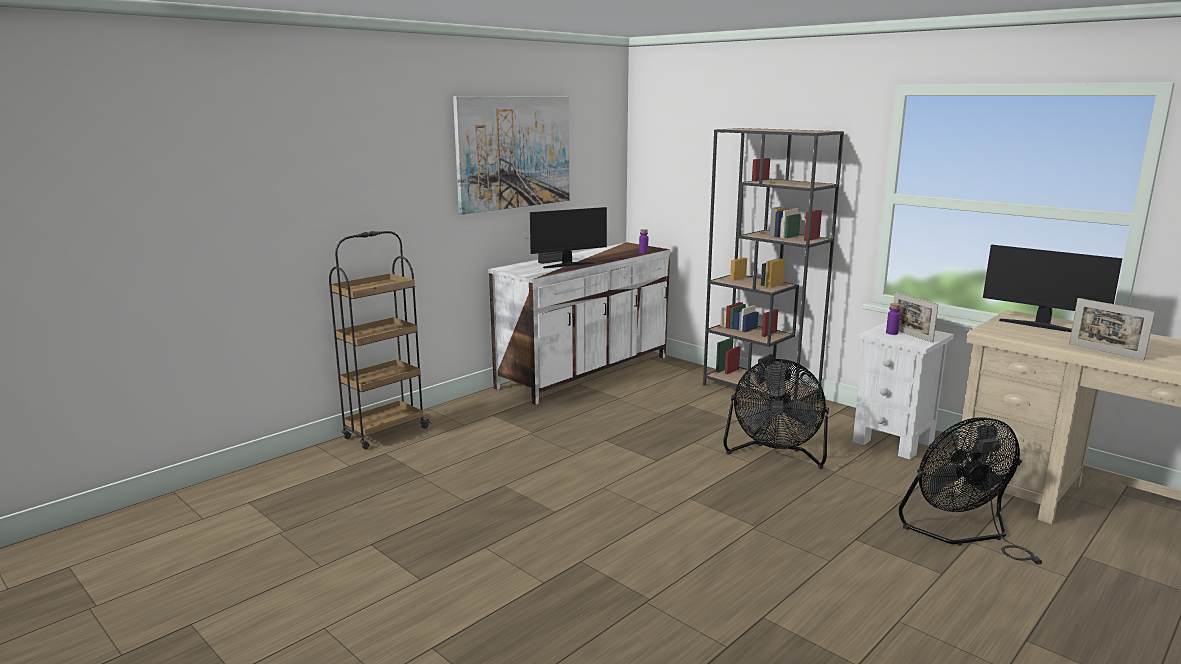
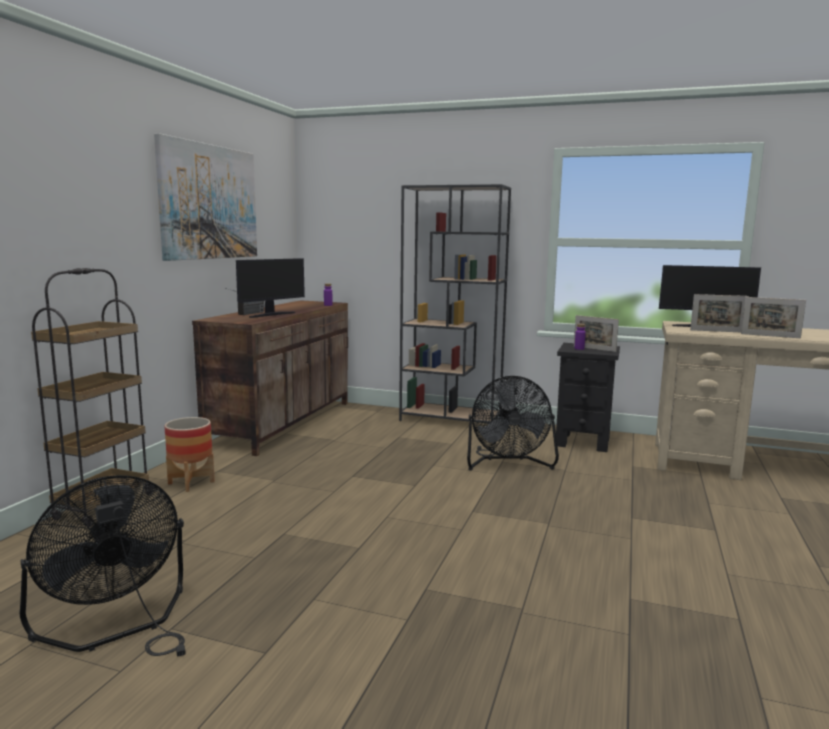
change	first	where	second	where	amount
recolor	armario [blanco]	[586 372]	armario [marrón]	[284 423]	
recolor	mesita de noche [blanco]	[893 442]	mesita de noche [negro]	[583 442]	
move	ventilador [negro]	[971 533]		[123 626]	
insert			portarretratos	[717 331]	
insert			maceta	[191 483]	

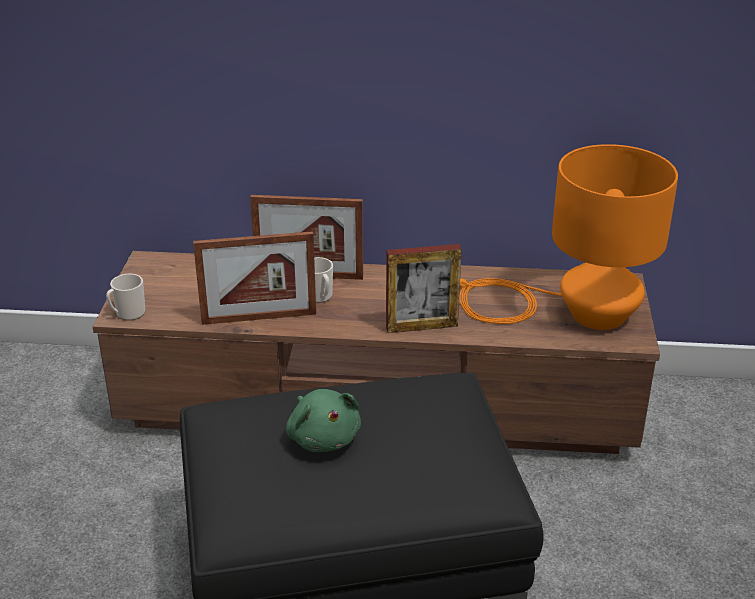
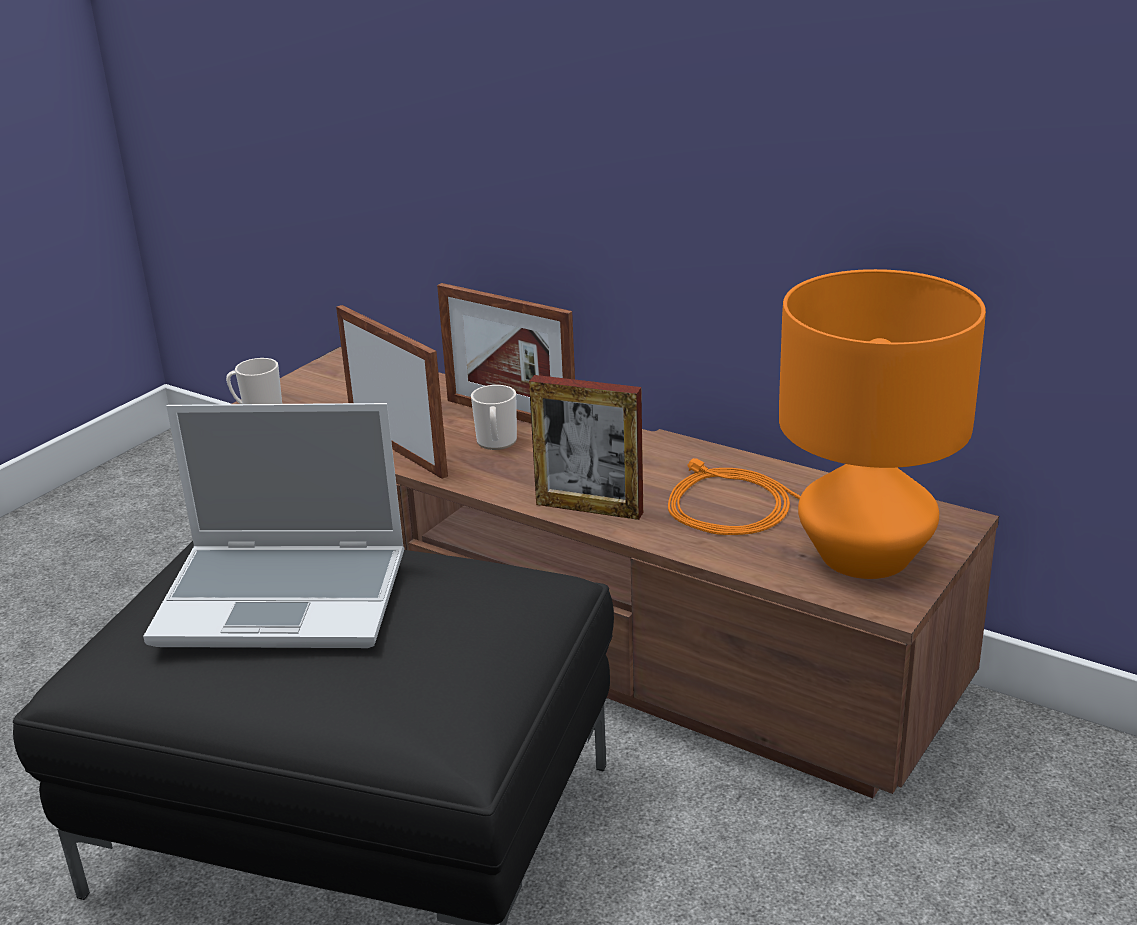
change	first	where	second	where	amount
rotate	portarretratos	[259 318]		[397 449]	150 degrees counterclockwise
replace	peluche [verde]	[323 437]	portátil	[286 598]	

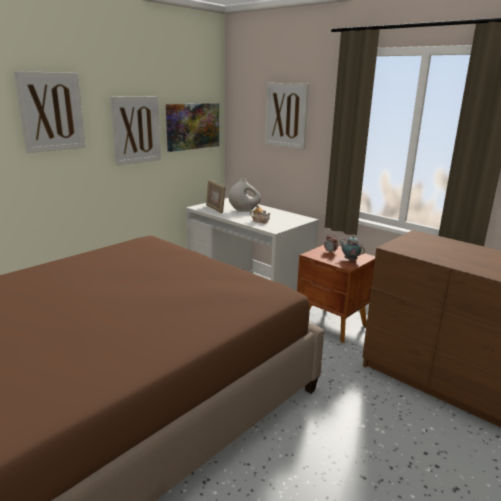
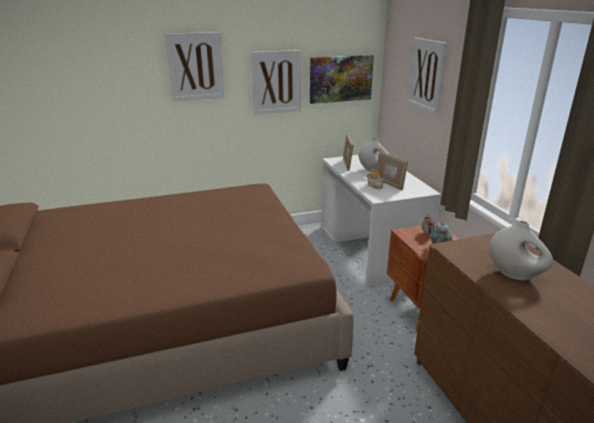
change	first	where	second	where	amount
insert			portarretratos	[389 184]	
insert			florero [blanco]	[515 274]	

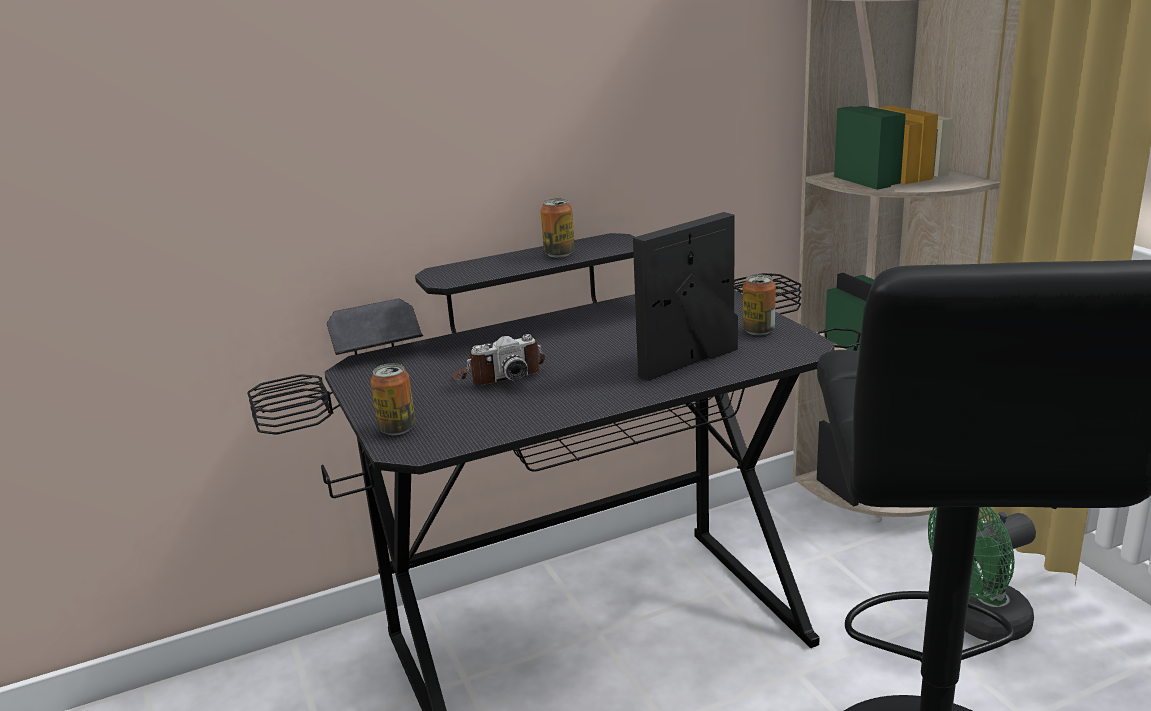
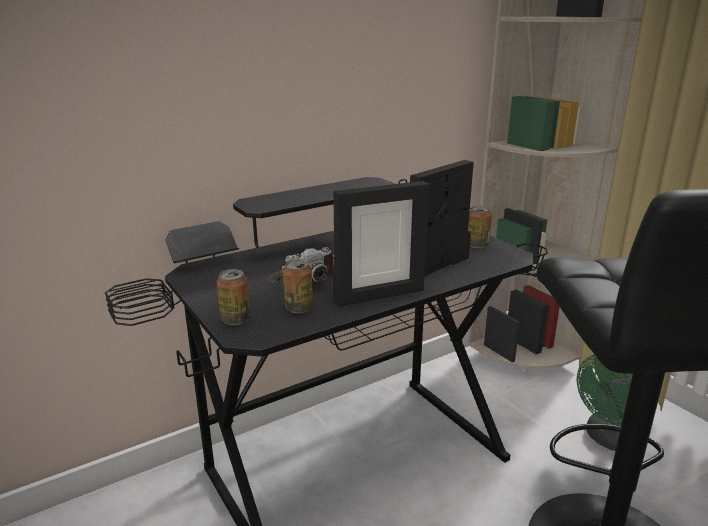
change	first	where	second	where	amount
move	lata	[559 254]		[298 308]	
insert			portarretratos	[379 295]	

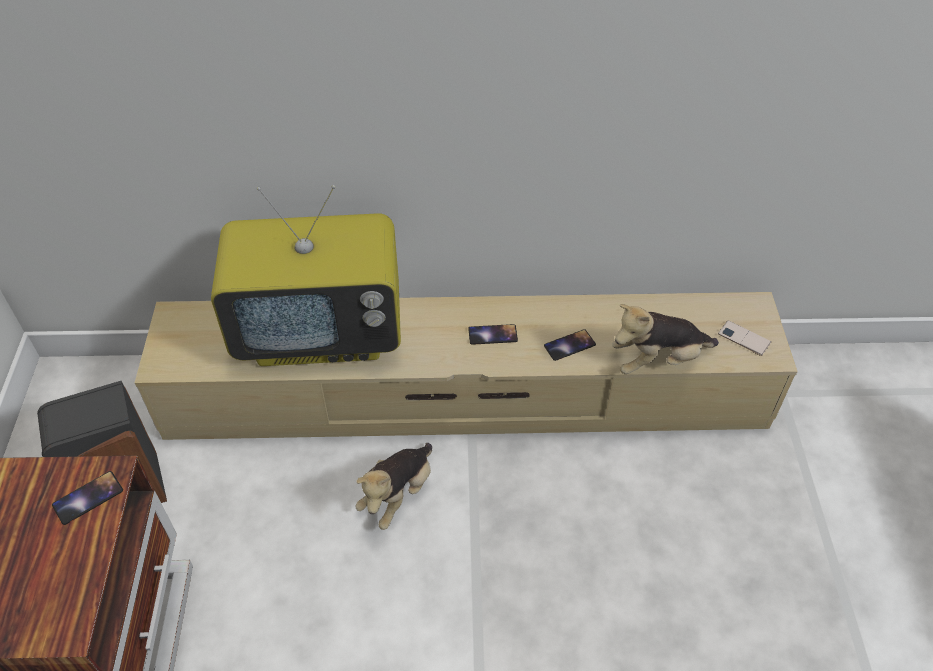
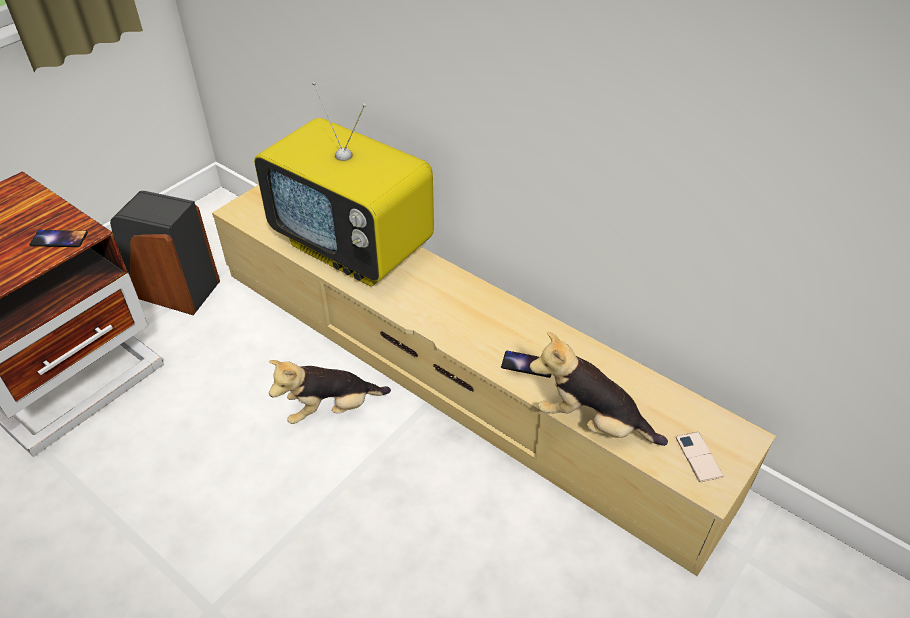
change	first	where	second	where	amount
delete	móvil	[492 334]			

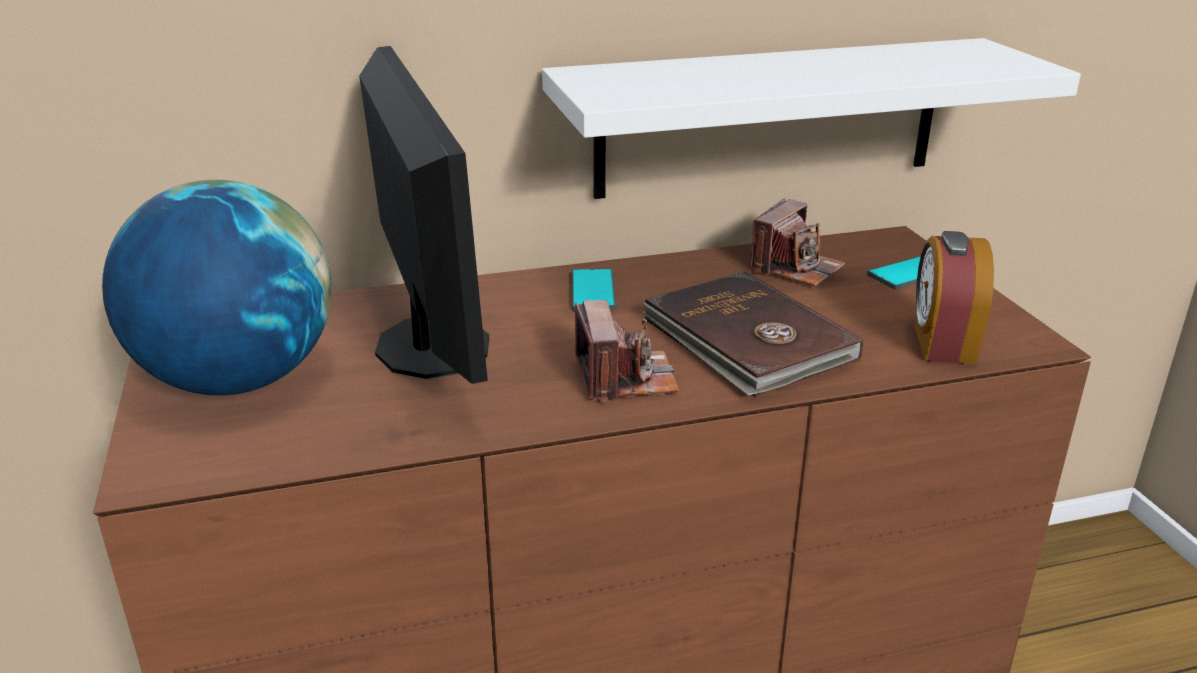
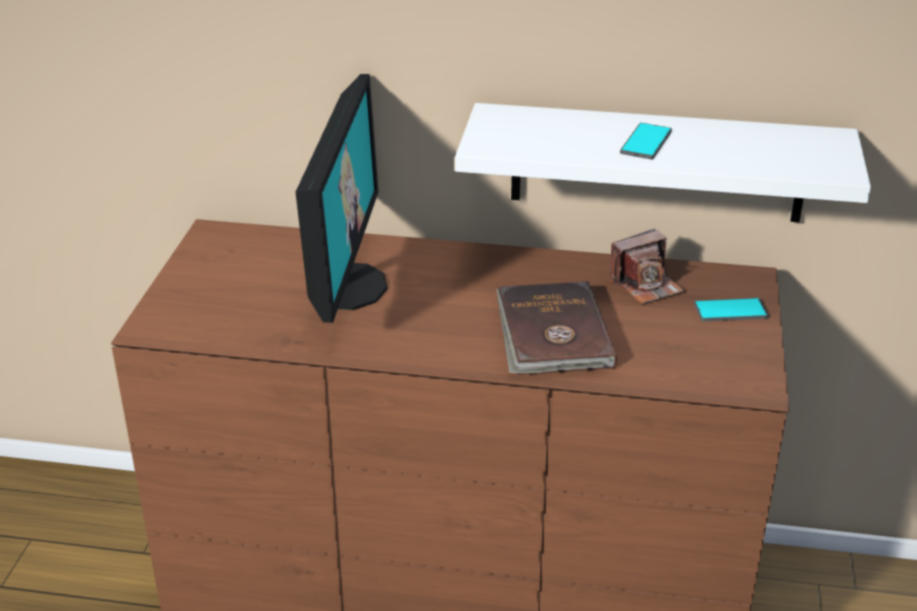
change	first	where	second	where	amount
delete	globo terráqueo	[238 380]			
delete	despertador	[941 344]			
move	móvil	[593 291]		[646 142]	
delete	cámara	[625 378]			

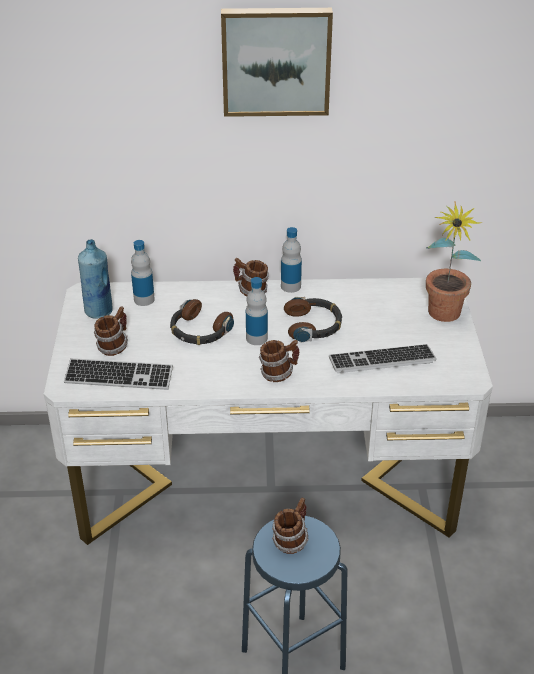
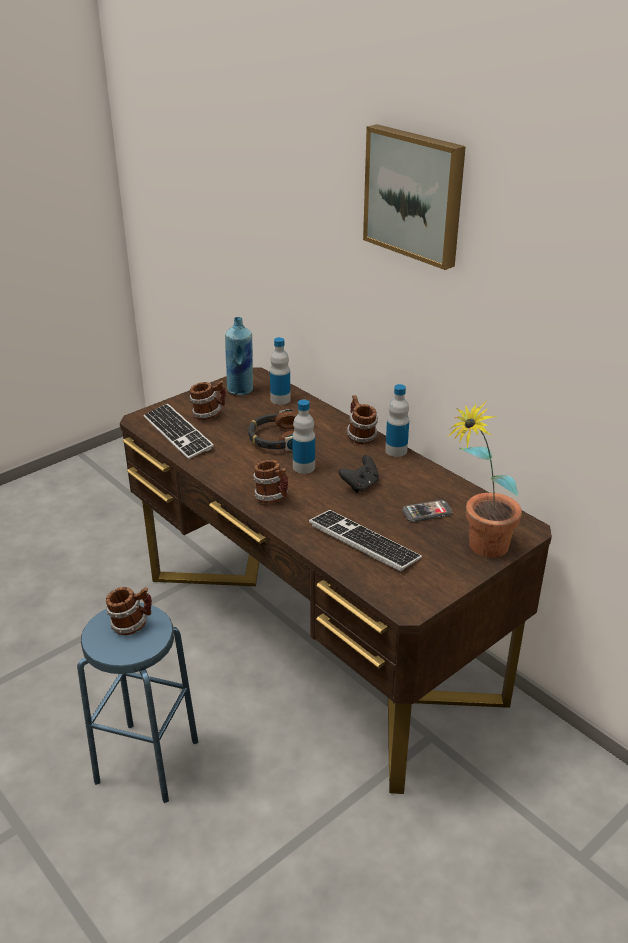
change	first	where	second	where	amount
recolor	escritorio [blanco]	[267 483]	escritorio [marrón]	[316 636]	
replace	auriculares	[313 325]	mando de consola [negro]	[360 485]	
insert			móvil	[427 512]	

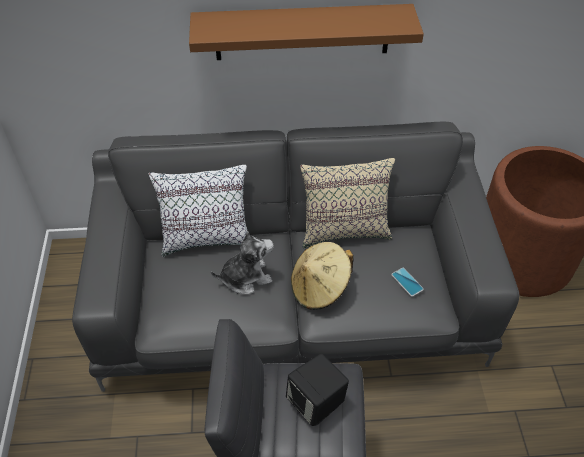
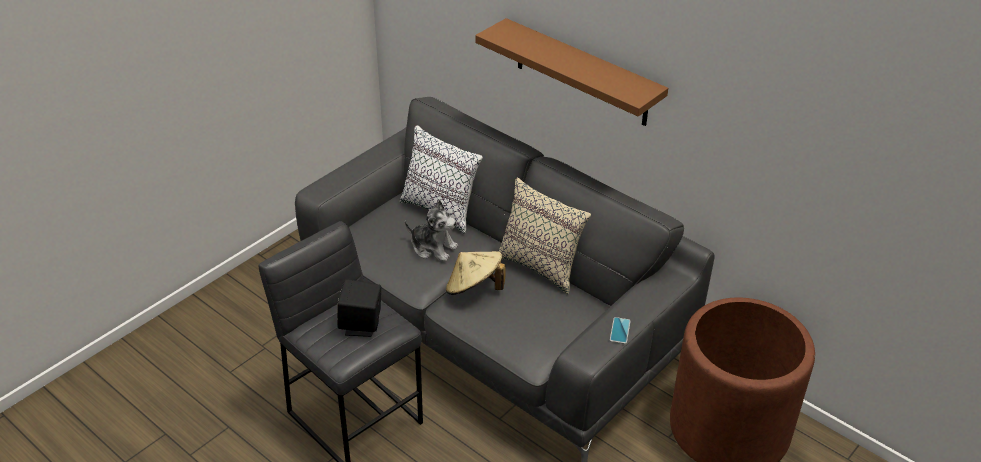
change	first	where	second	where	amount
move	móvil	[407 282]		[620 331]	

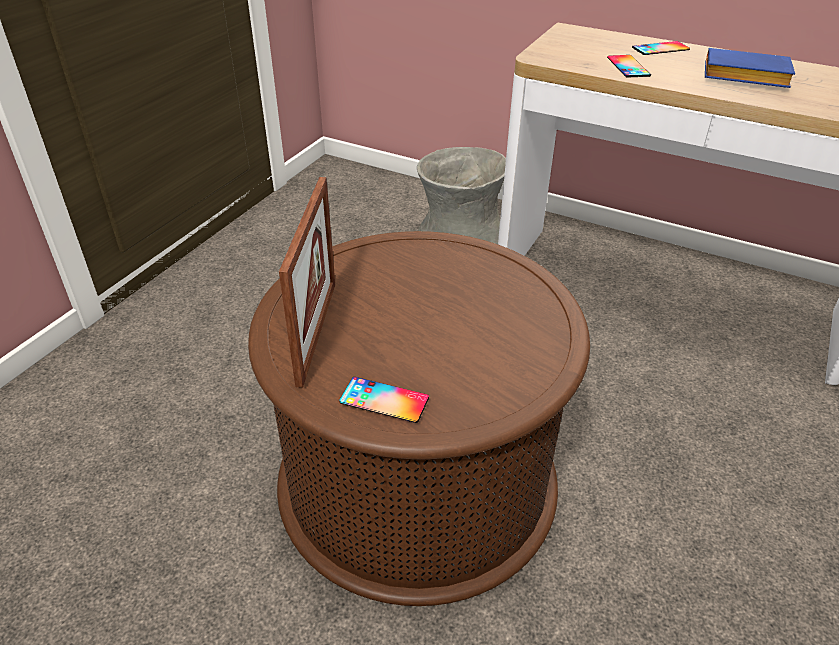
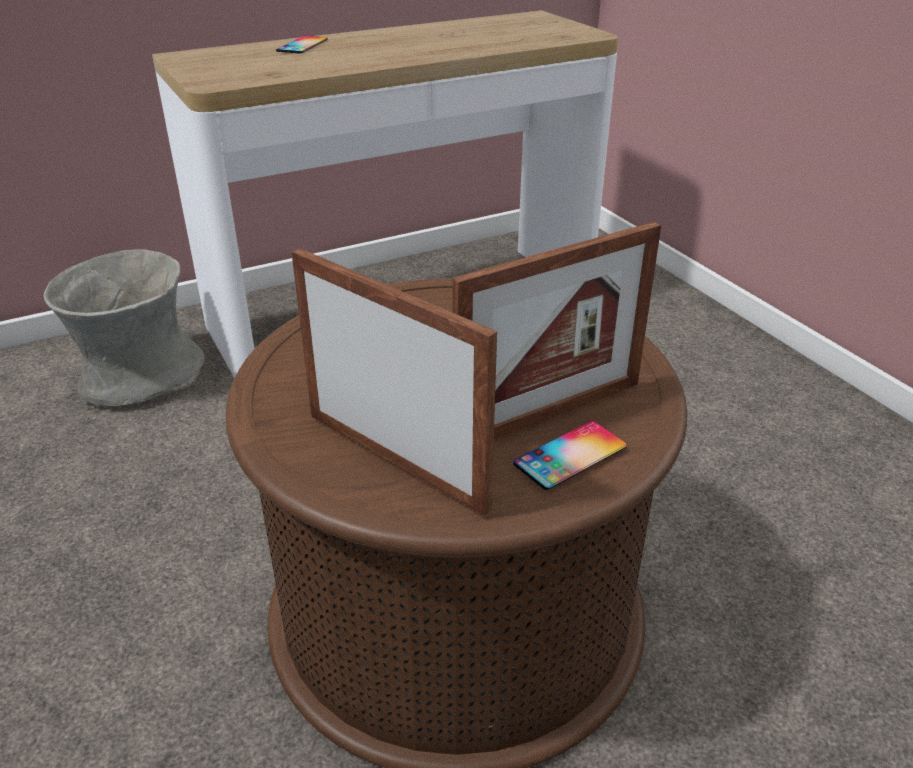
change	first	where	second	where	amount
delete	libro [azul]	[742 77]			
delete	móvil	[628 66]			
insert			portarretratos	[550 414]	

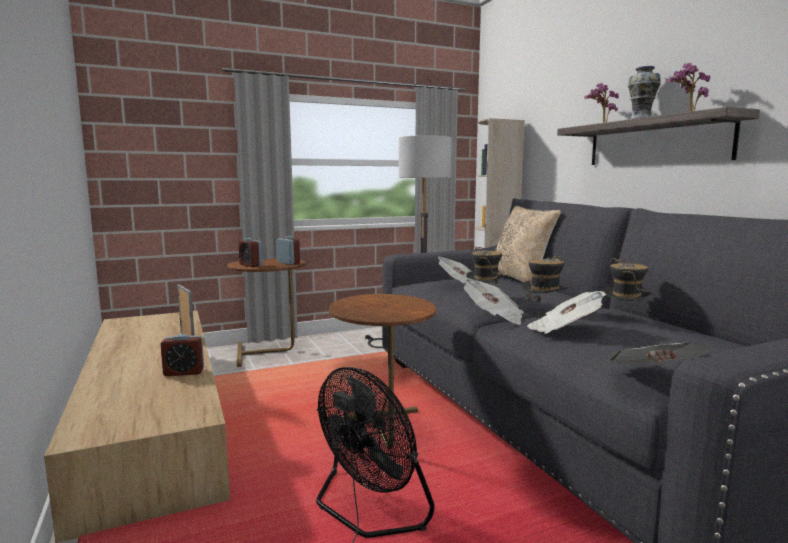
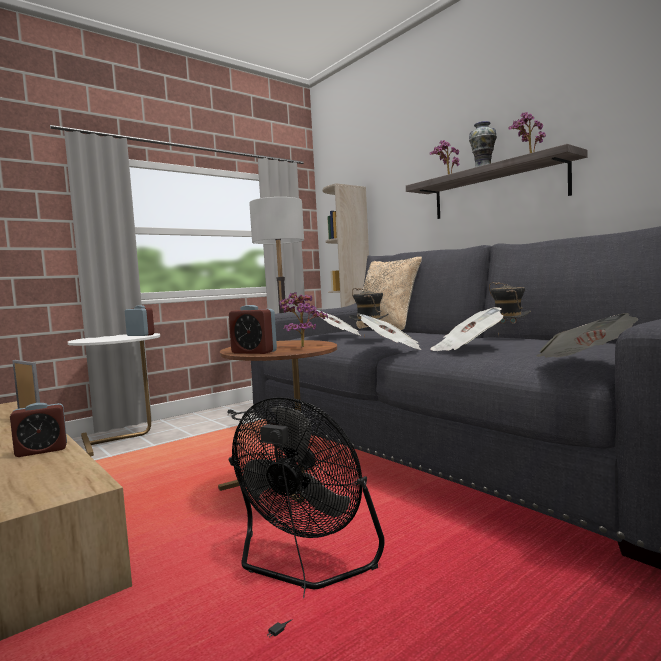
change	first	where	second	where	amount
move	despertador	[251 265]		[254 352]	
delete	sombrero	[543 311]			
recolor	mesa auxiliar [marrón]	[269 352]	mesa auxiliar [blanco]	[123 439]	
insert			planta en maceta	[301 347]	

